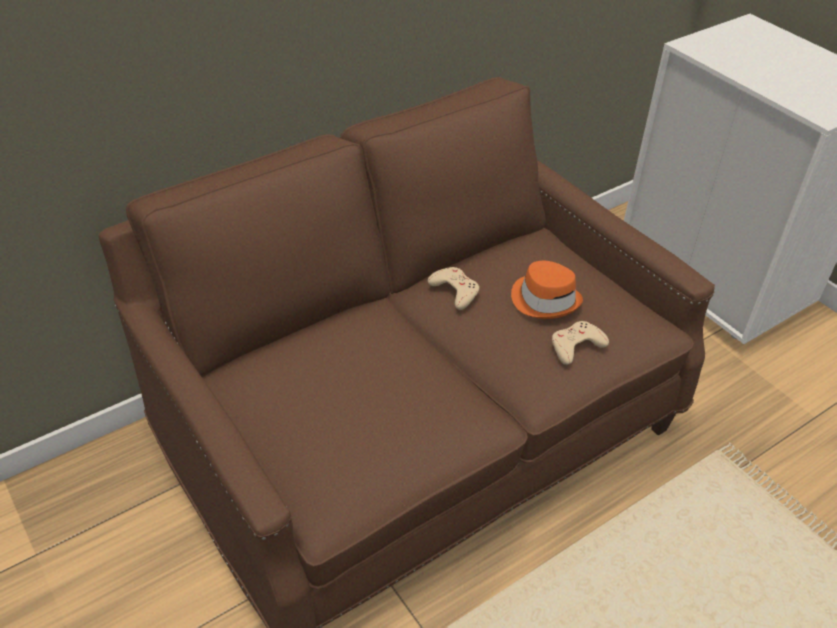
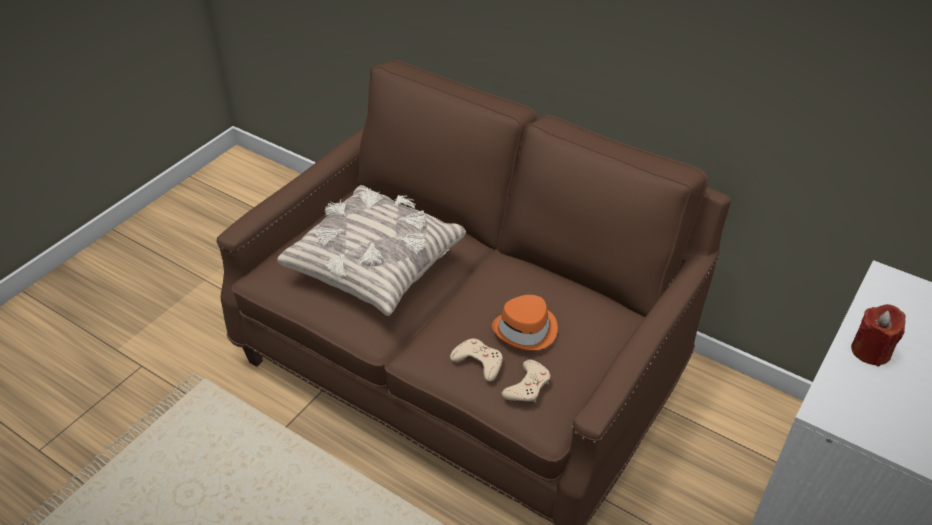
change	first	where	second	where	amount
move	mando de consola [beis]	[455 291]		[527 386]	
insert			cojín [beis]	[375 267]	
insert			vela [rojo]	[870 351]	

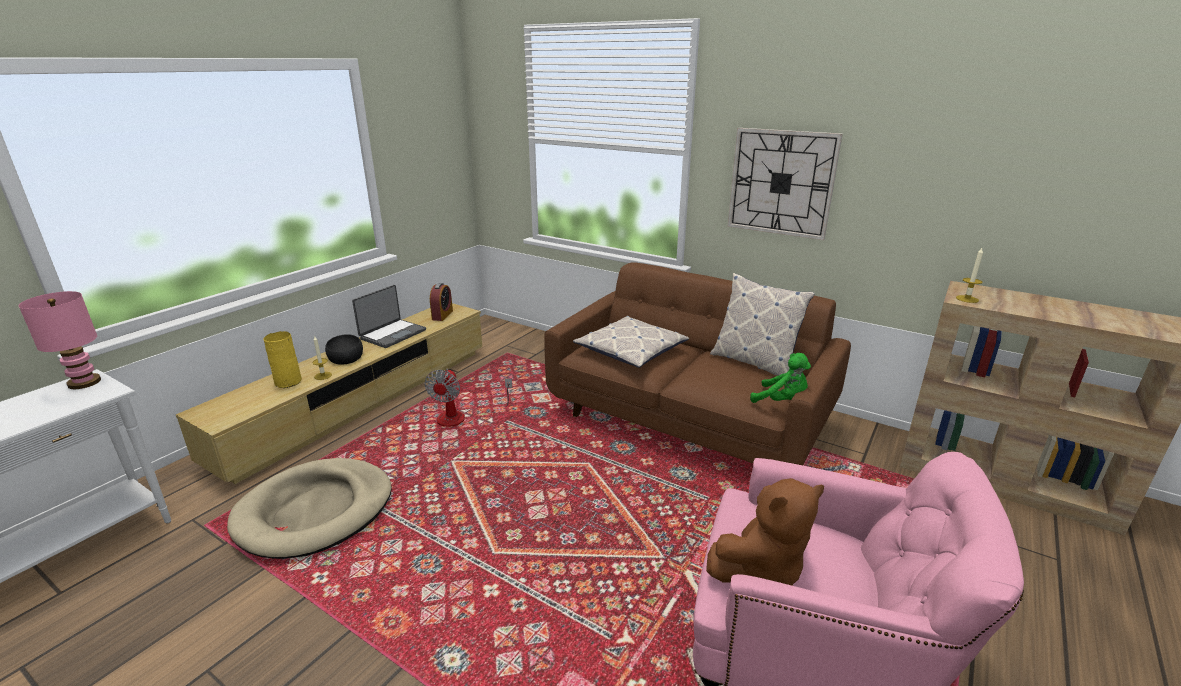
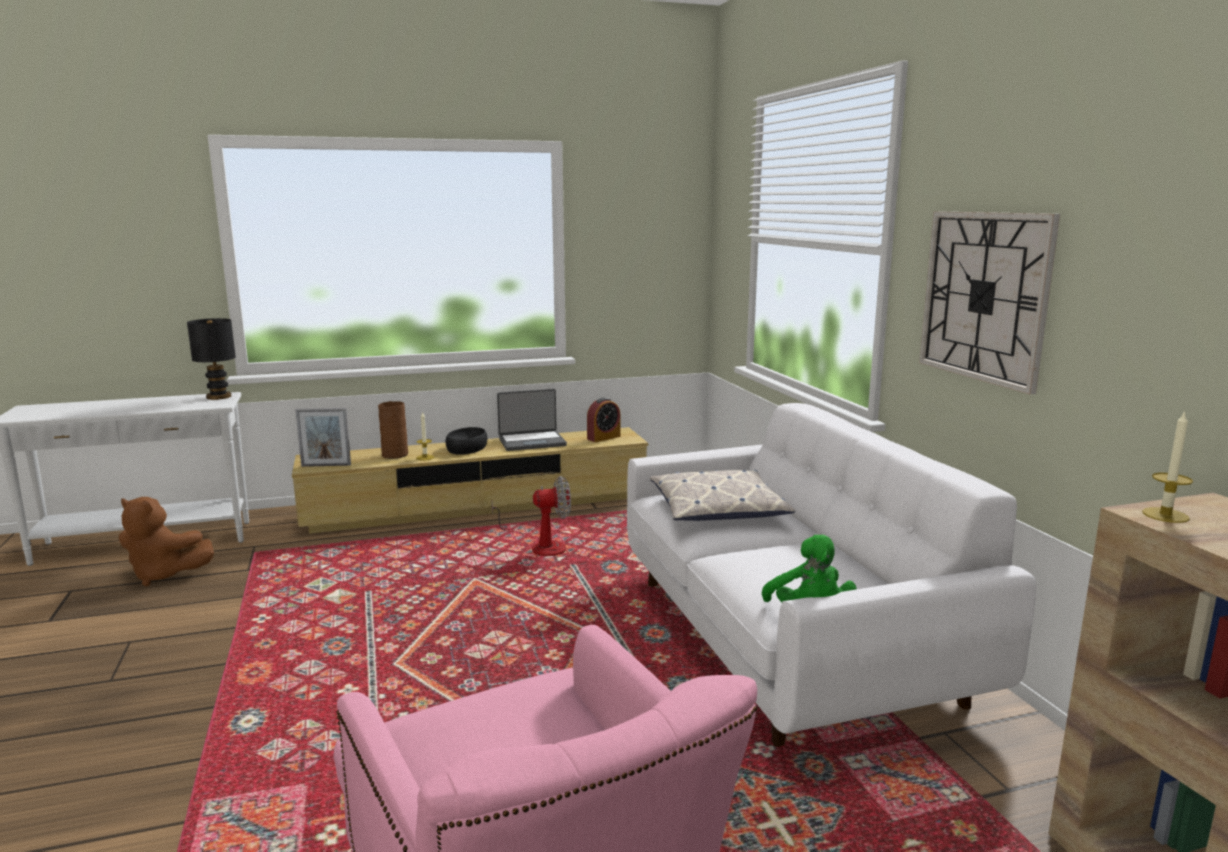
change	first	where	second	where	amount
recolor	sofá [marrón]	[688 418]	sofá [blanco]	[786 639]	
delete	cojín	[754 362]			
recolor	lámpara de mesa [rosa]	[83 383]	lámpara de mesa [negro]	[218 397]	
recolor	florero [amarillo]	[289 381]	florero [marrón]	[396 455]	
rotate	ventilador	[461 417]		[539 547]	150 degrees counterclockwise
delete	cama para perro [beis]	[315 511]			
move	peluche [marrón]	[761 570]		[164 575]	
insert			portarretratos	[326 465]	

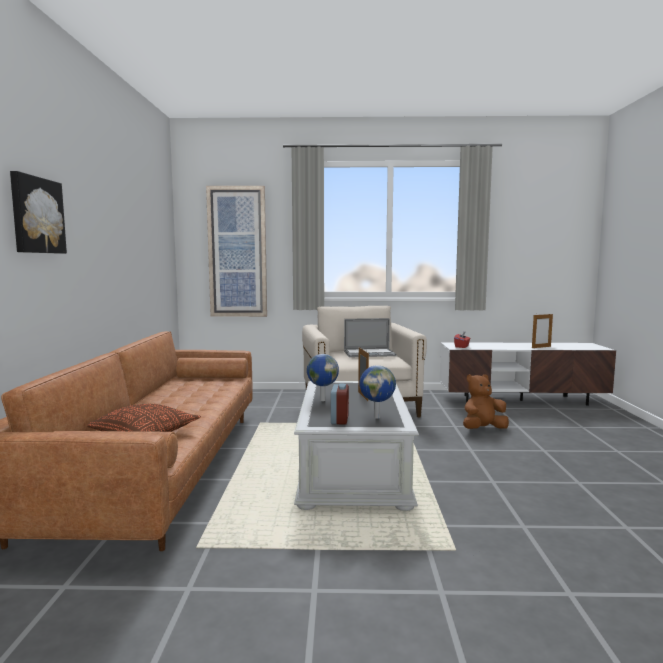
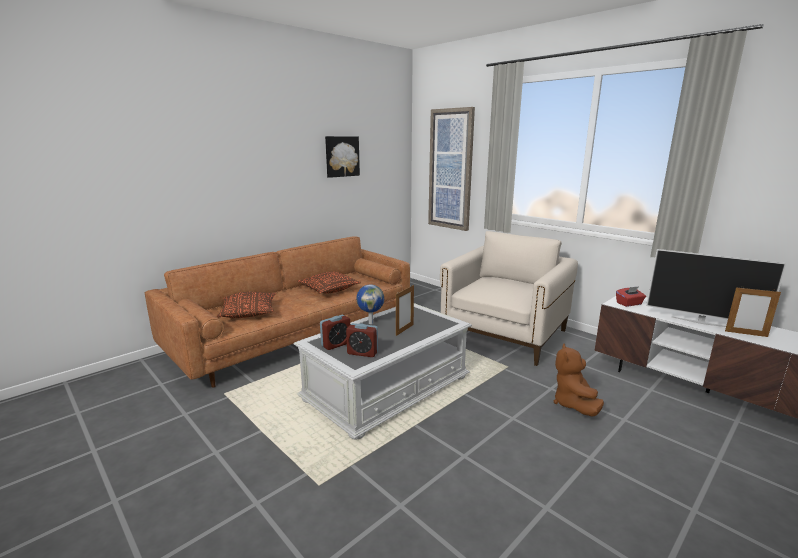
change	first	where	second	where	amount
move	cuadro	[36 215]		[341 156]	
delete	portátil	[369 353]			
replace	globo terráqueo	[377 417]	despertador	[362 353]	
rotate	peluche [marrón]	[483 429]		[573 404]	105 degrees counterclockwise
insert			televisor	[701 322]	
insert			cojín [marrón]	[329 290]	

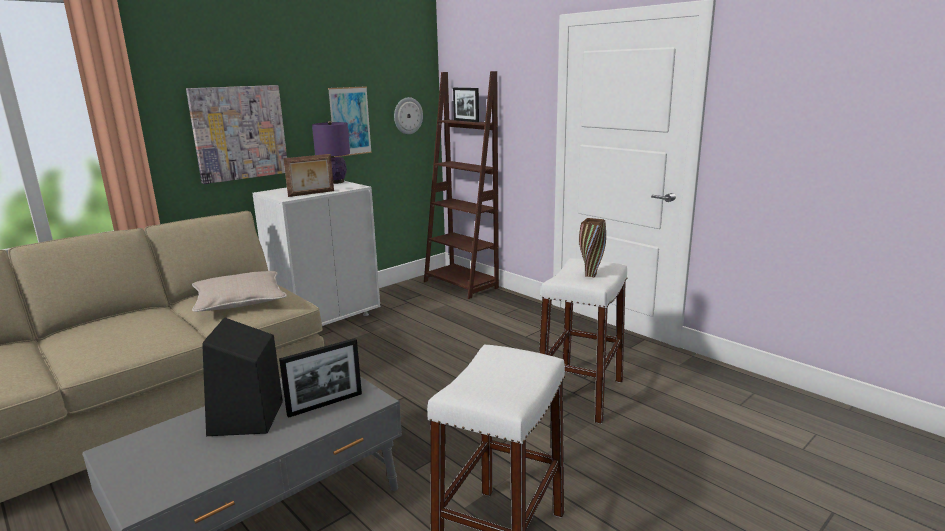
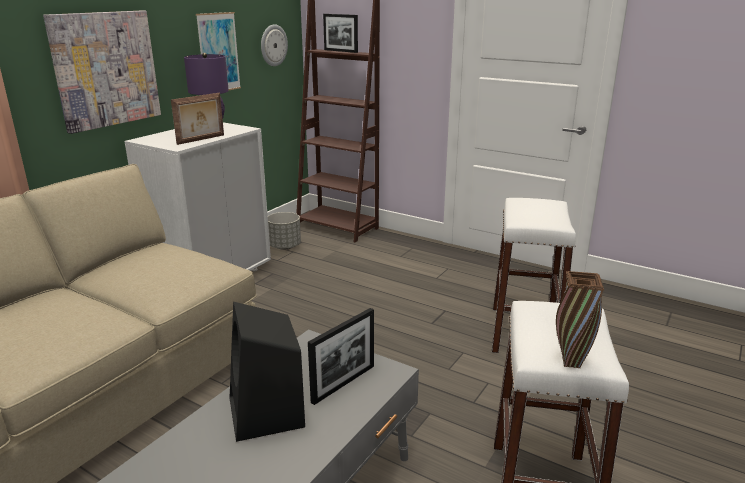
change	first	where	second	where	amount
move	florero [marrón]	[590 275]		[571 363]	
delete	cojín [beis]	[239 299]			
insert			maceta [gris]	[284 246]	

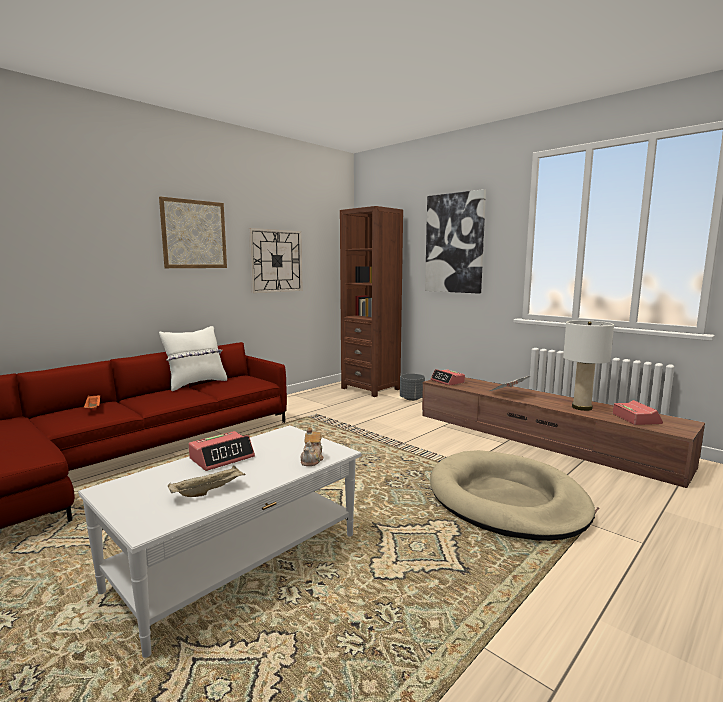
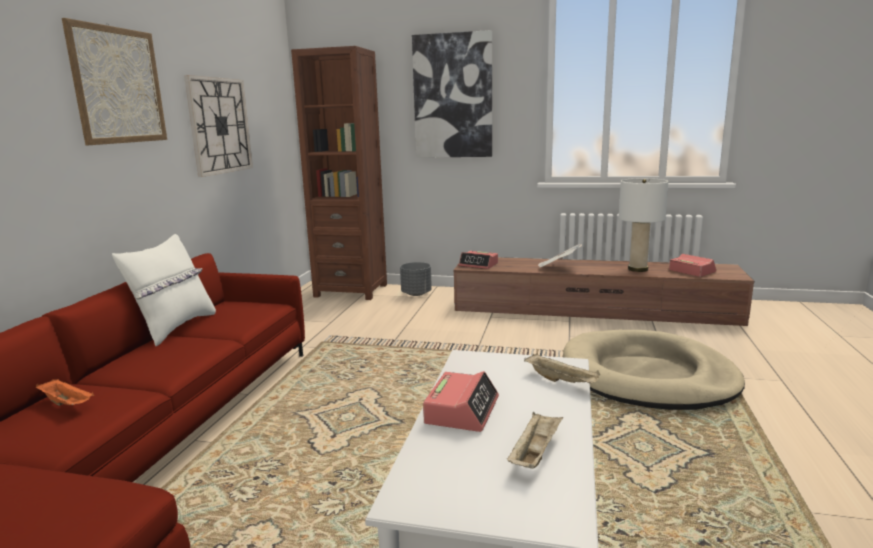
change	first	where	second	where	amount
replace	tetera	[312 459]	bandeja [beis]	[562 381]	

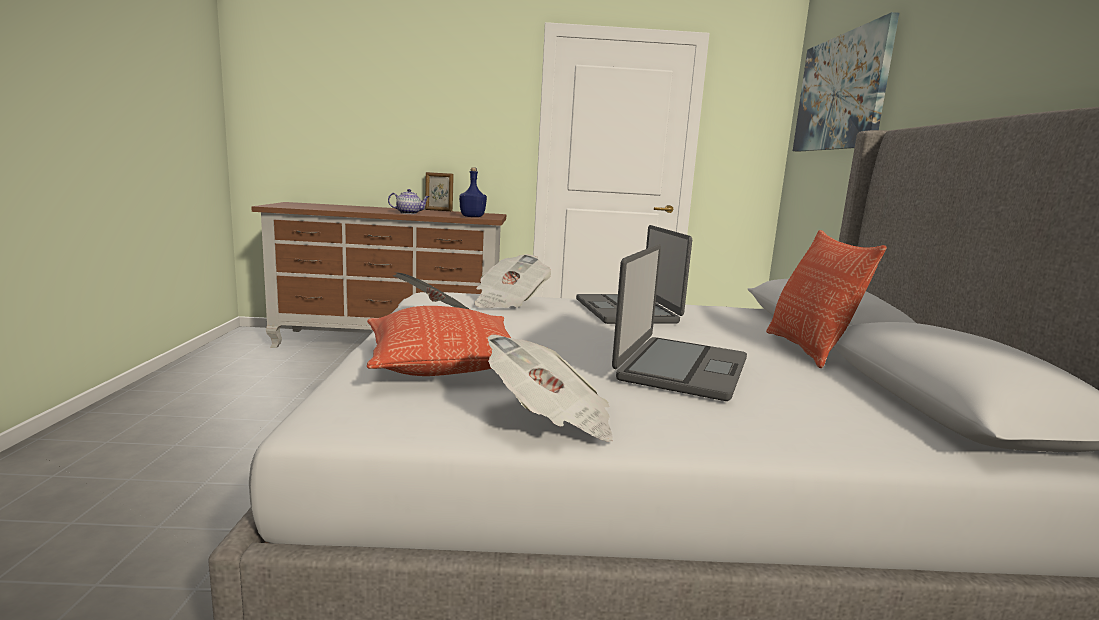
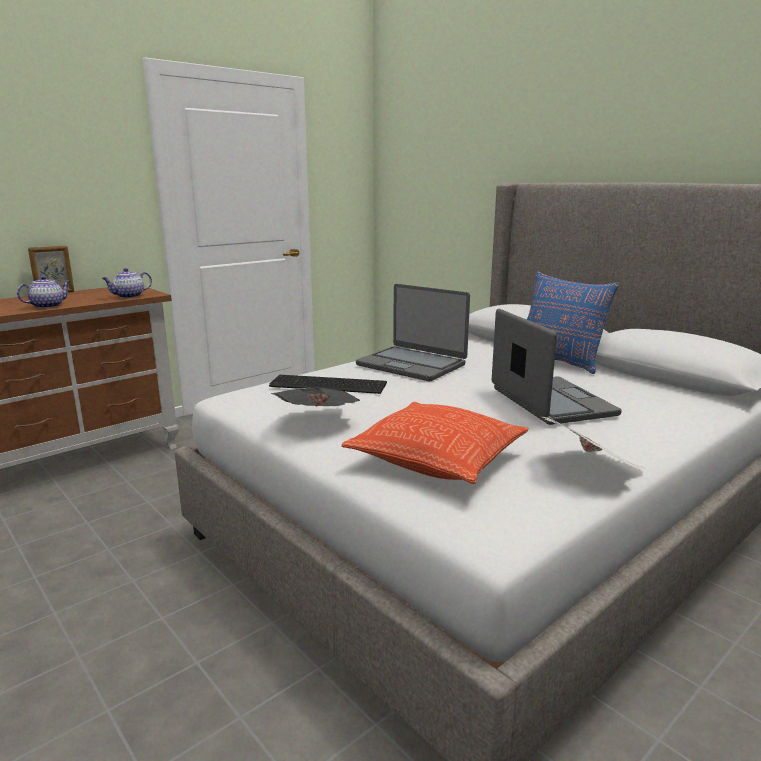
change	first	where	second	where	amount
delete	cuadro	[841 92]			
replace	botella [azul]	[472 217]	tetera	[129 296]	
recolor	cojín [naranja]	[808 350]	cojín [azul]	[559 362]	
replace	periódico	[508 302]	teclado	[329 385]	

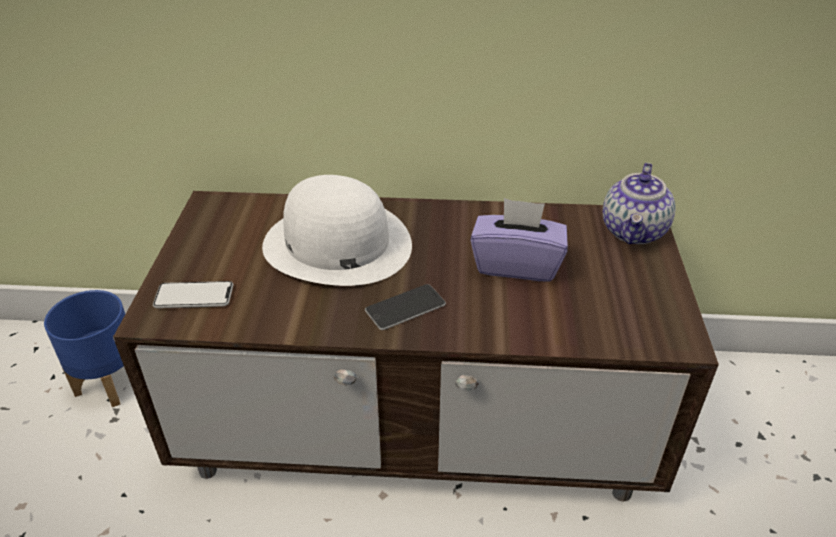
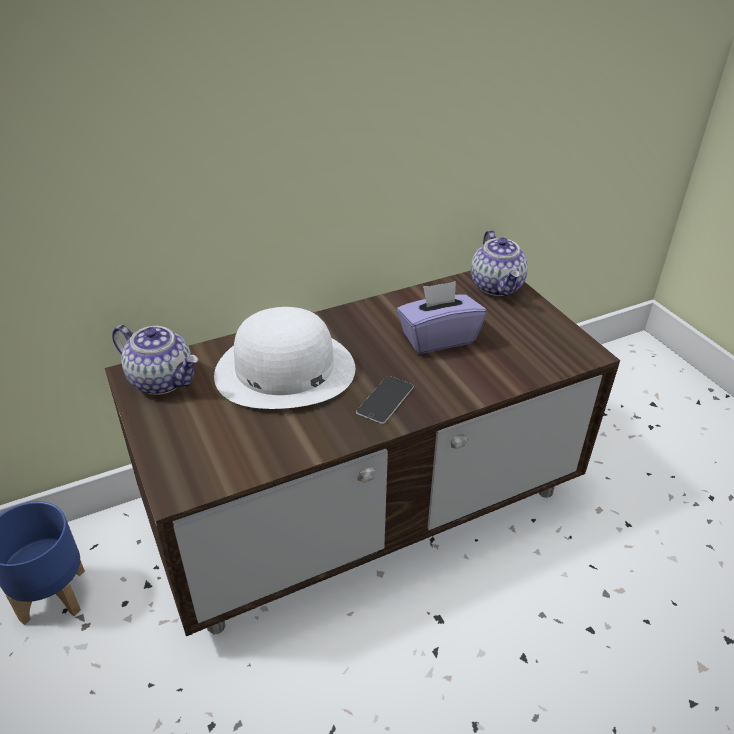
change	first	where	second	where	amount
delete	móvil	[194 296]			
insert			tetera	[163 380]	

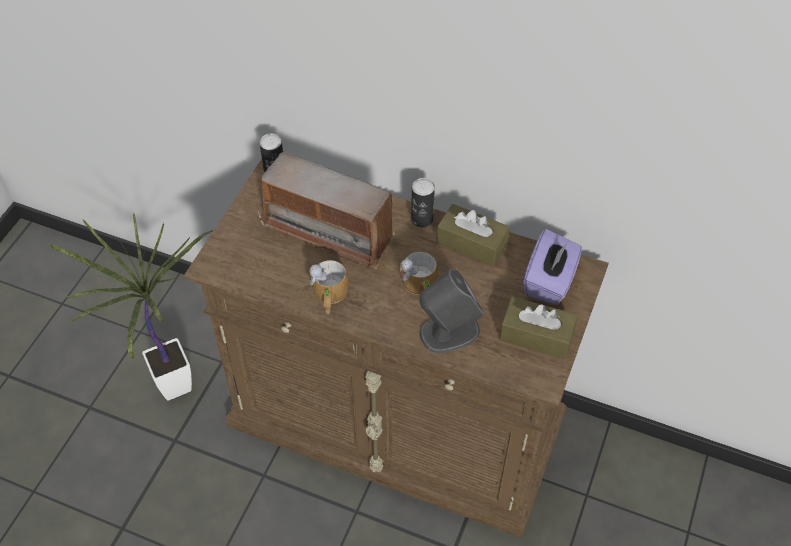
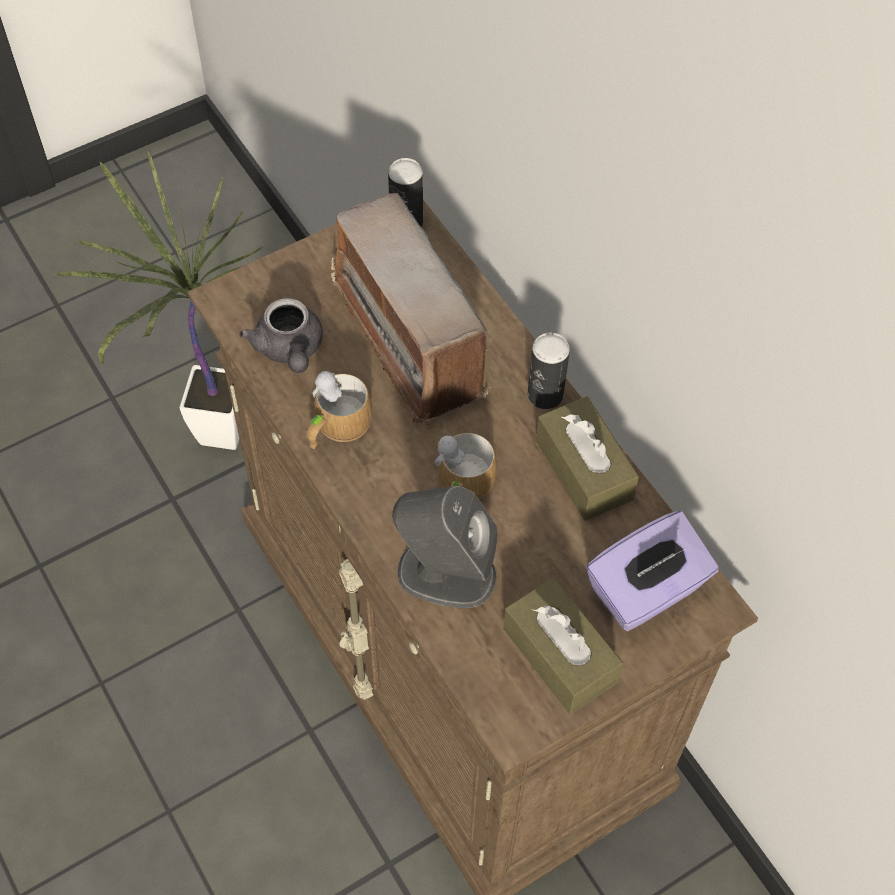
change	first	where	second	where	amount
insert			tetera [gris]	[289 350]	

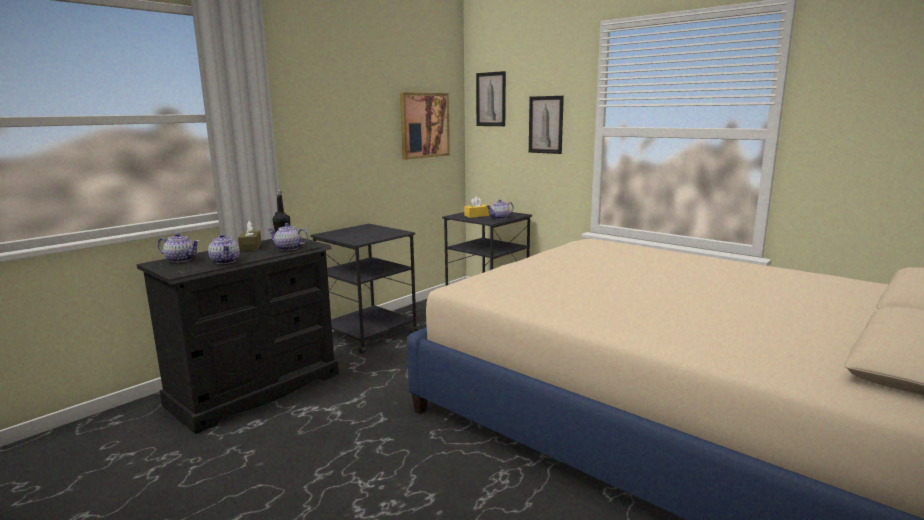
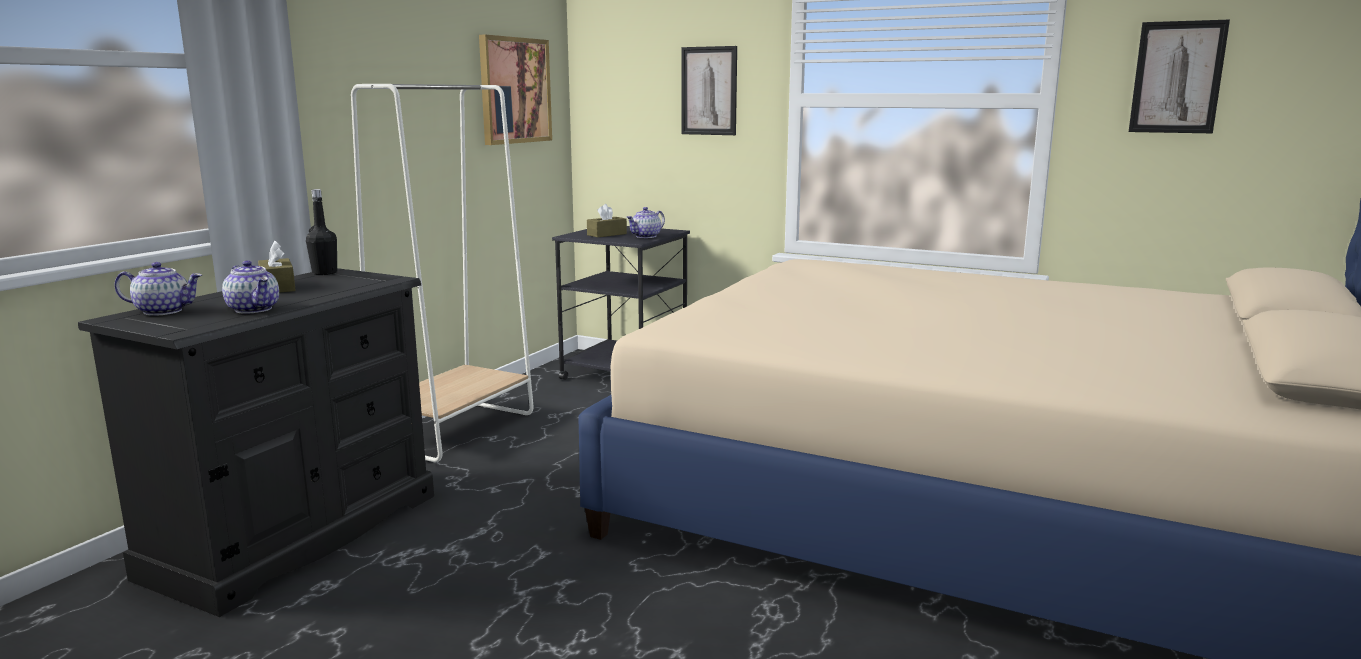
change	first	where	second	where	amount
move	cuadro	[491 99]		[1177 77]	
recolor	caja de pañuelos [amarillo]	[477 215]	caja de pañuelos [marrón]	[607 234]	
delete	tetera	[288 248]			
replace	carrito [negro]	[369 333]	perchero	[455 431]	

